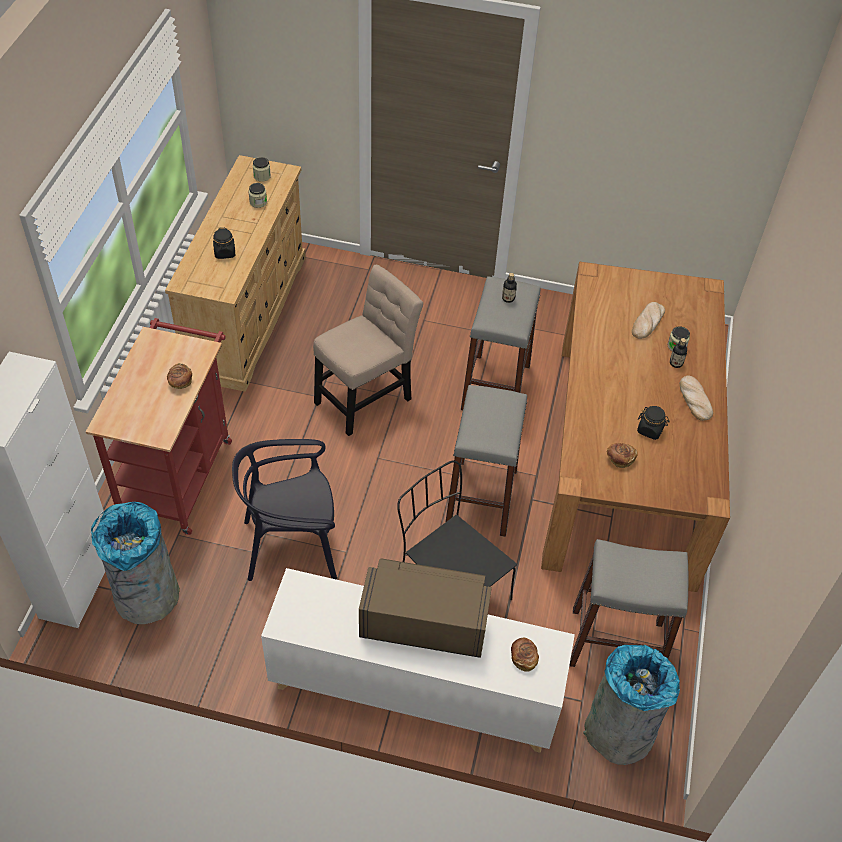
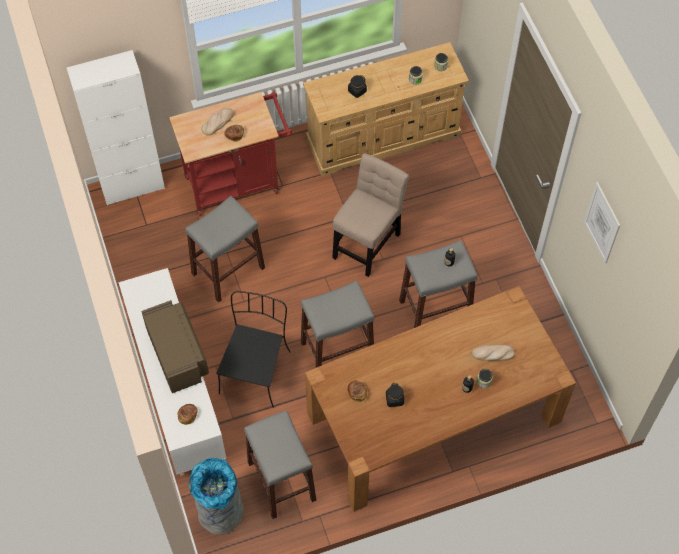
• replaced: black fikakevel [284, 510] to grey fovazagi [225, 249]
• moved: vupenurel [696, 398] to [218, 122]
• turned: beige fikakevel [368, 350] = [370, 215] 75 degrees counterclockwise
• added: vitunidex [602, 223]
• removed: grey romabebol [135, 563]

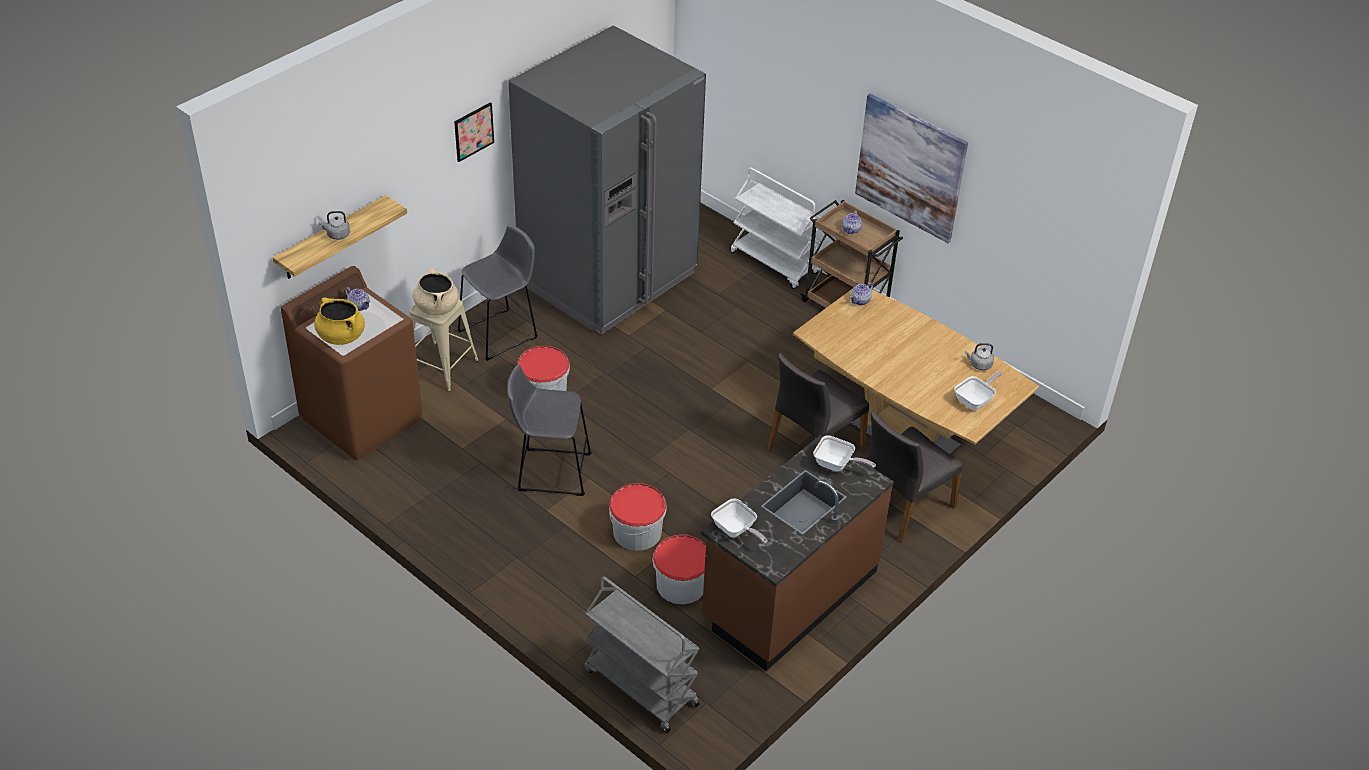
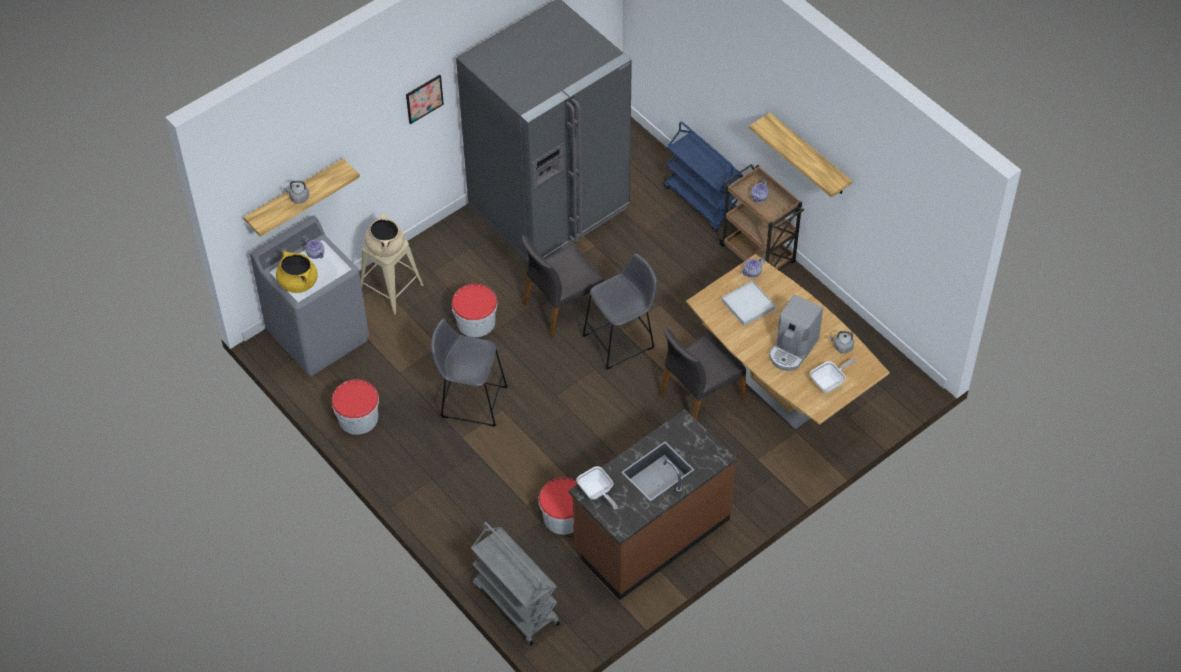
• recoloured: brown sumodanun [352, 363] to grey sumodanun [309, 296]
• moved: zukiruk [638, 517] to [355, 407]
• moved: grey fikakevel [914, 476] to [563, 286]
• moved: grey fovazagi [497, 292] to [619, 312]
• recoloured: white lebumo [775, 228] to blue lebumo [703, 176]
• added: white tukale [748, 303]
• replaced: vitunidex [911, 168] to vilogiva [800, 155]
• added: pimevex [796, 333]
• removed: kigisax [844, 453]

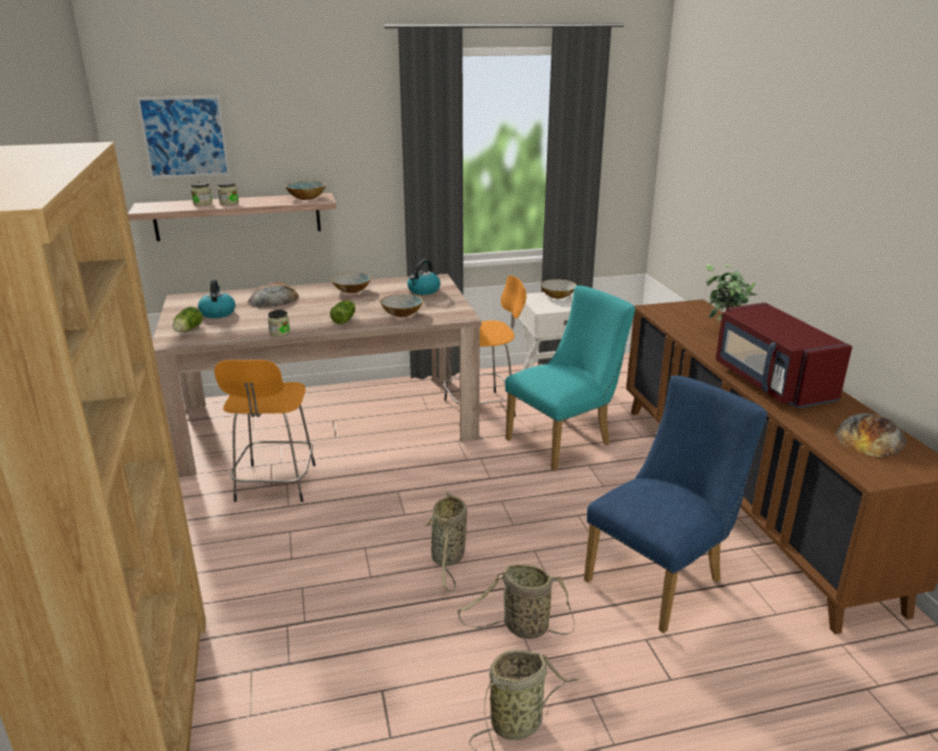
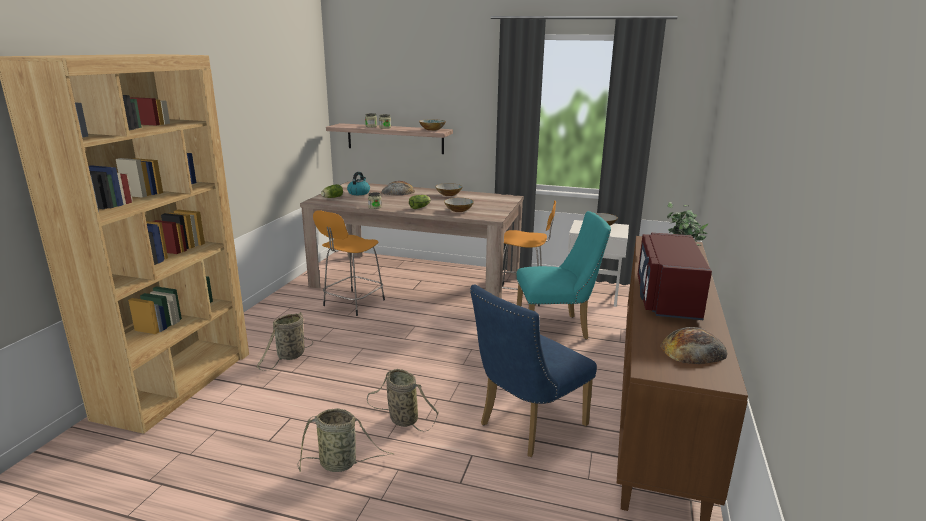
• moved: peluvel [446, 541] to [285, 341]
• turned: blue fikakevel [675, 504] = [533, 370] 150 degrees clockwise
• removed: vitunidex [183, 137]
• removed: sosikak [423, 277]

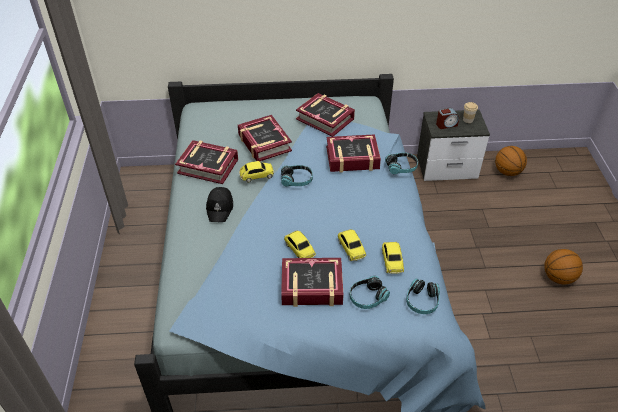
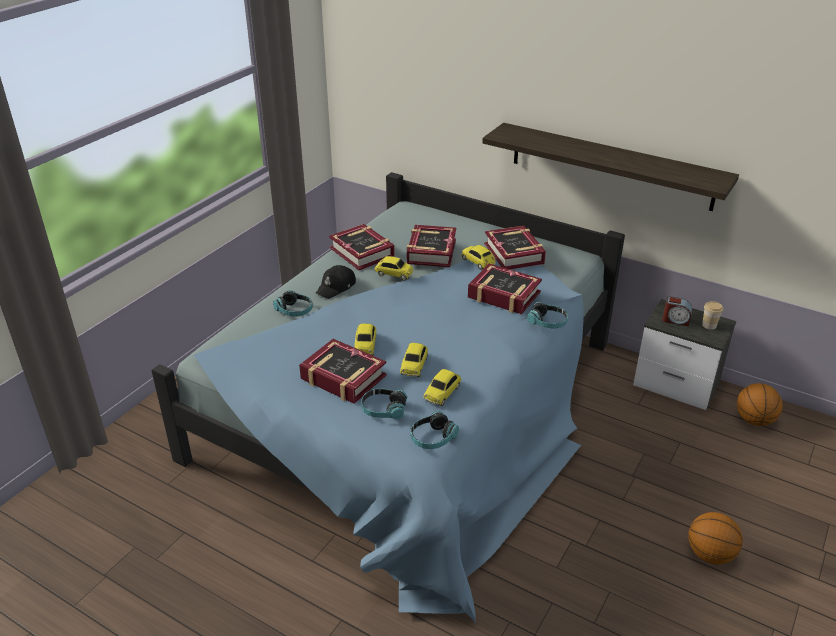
• moved: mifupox [297, 176] to [293, 303]
• added: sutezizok [479, 257]
• added: vilogiva [610, 167]

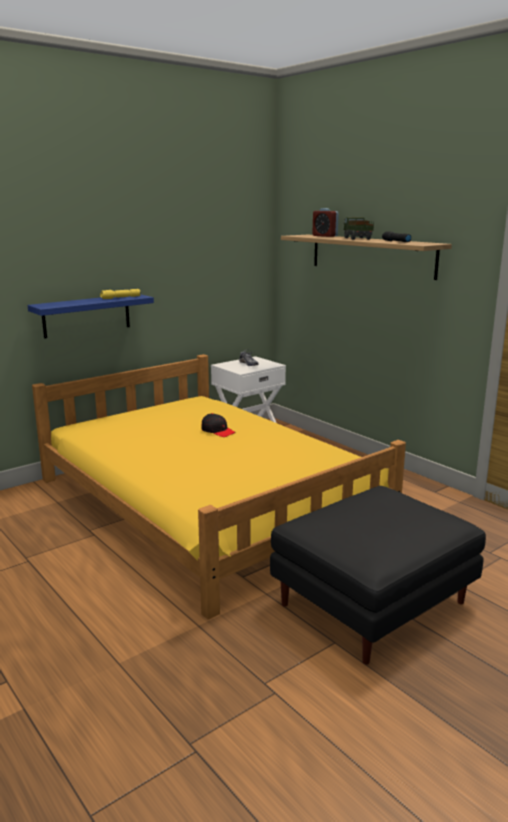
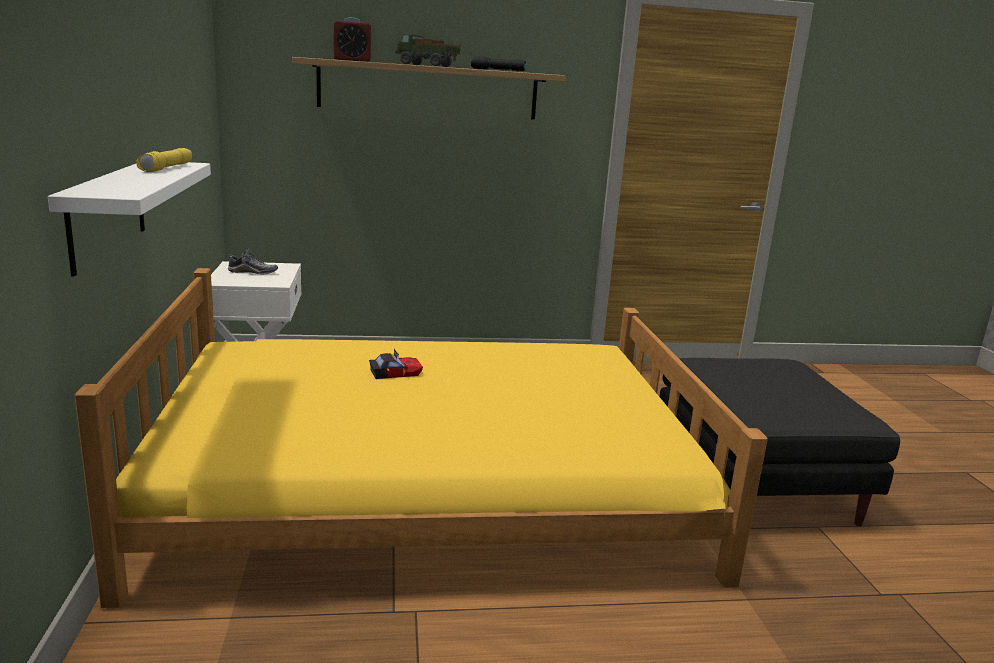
• recoloured: blue vilogiva [90, 316] to white vilogiva [129, 219]
• replaced: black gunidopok [219, 425] to sutezizok [396, 364]

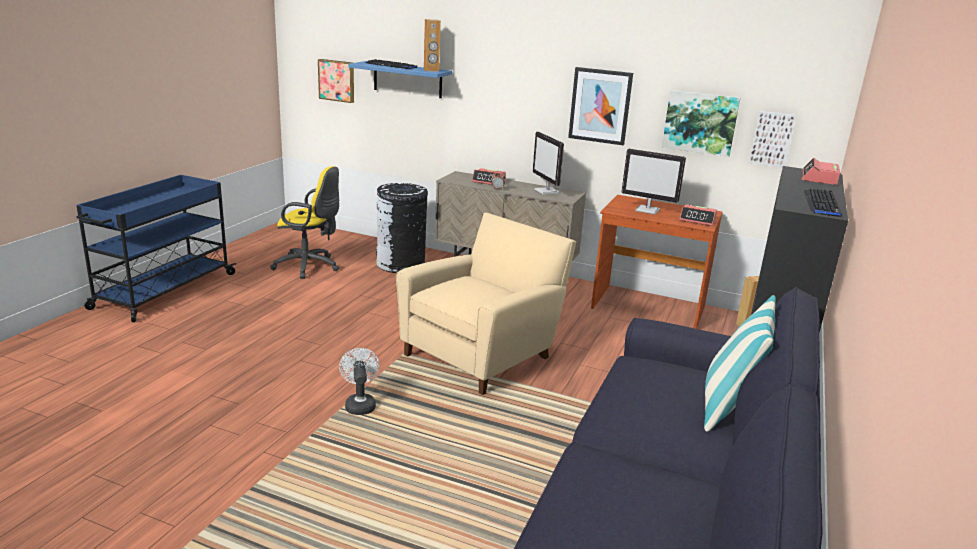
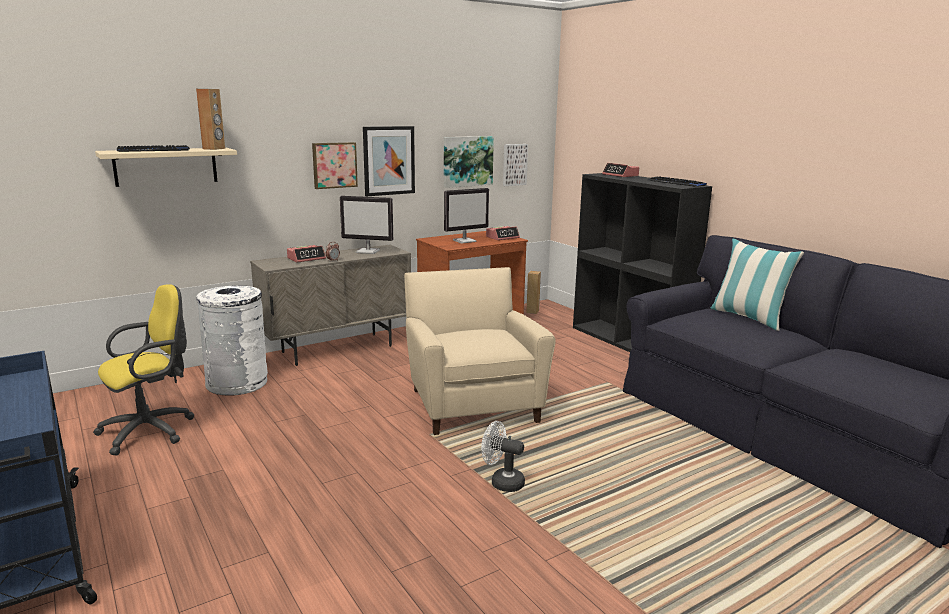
• recoloured: blue vilogiva [400, 79] to beige vilogiva [166, 167]
• recoloured: black romabebol [402, 228] to white romabebol [232, 341]
• moved: vitunidex [336, 81] to [335, 165]

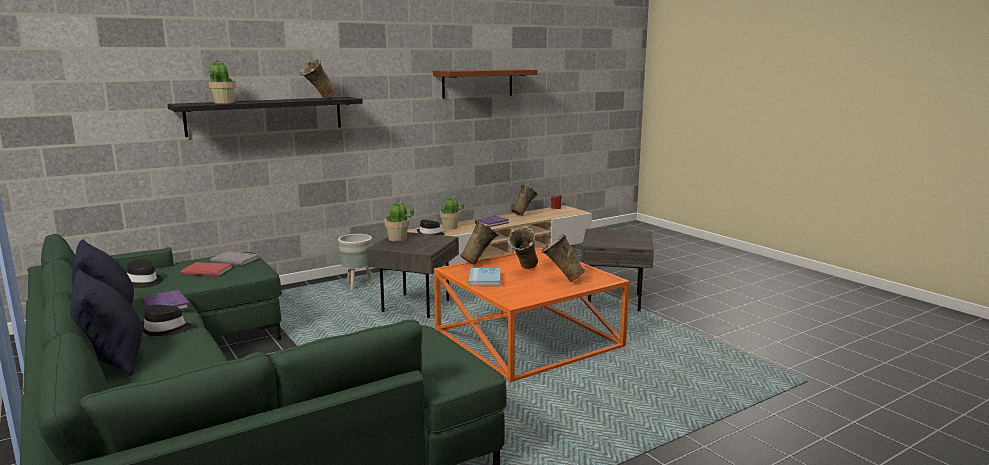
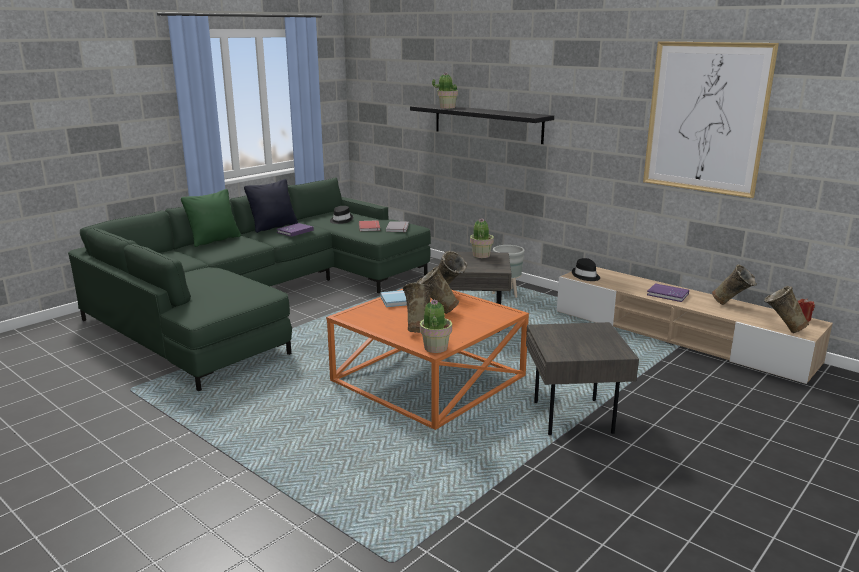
• recoloured: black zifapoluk [106, 323] to green zifapoluk [211, 218]
• moved: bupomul [452, 212] to [436, 326]
• replaced: brown vilogiva [485, 84] to vitunidex [711, 119]
• moved: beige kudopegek [318, 79] to [786, 309]
• removed: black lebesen [166, 320]

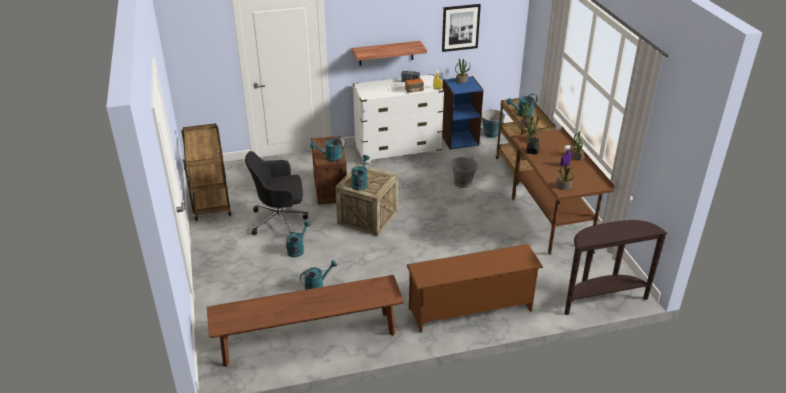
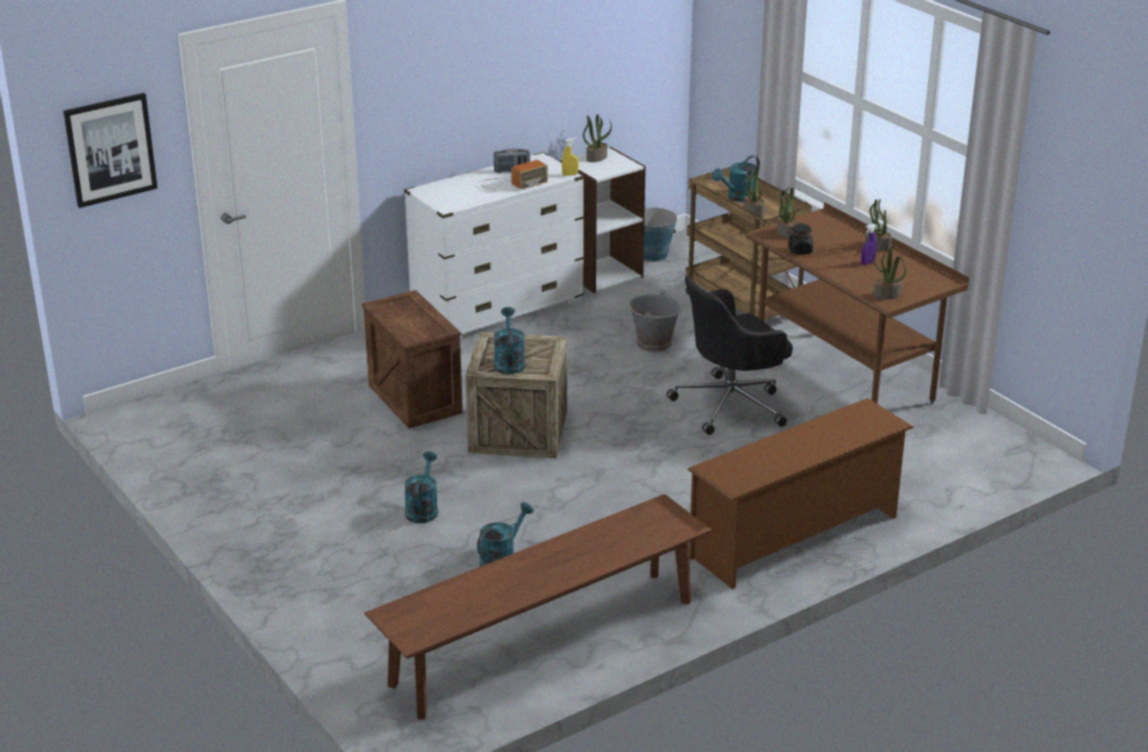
• moved: vitunidex [461, 28] to [110, 150]
• recoloured: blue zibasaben [462, 113] to white zibasaben [603, 220]
• moved: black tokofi [276, 193] to [729, 355]
• removed: brown lebumo [206, 172]
• removed: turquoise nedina [328, 149]
• removed: vilogiva [389, 53]
• removed: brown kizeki [616, 267]

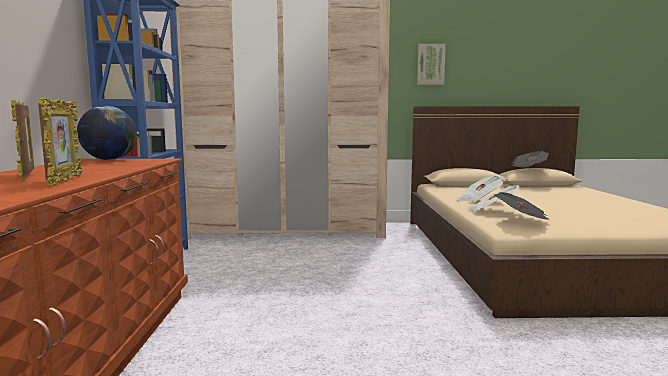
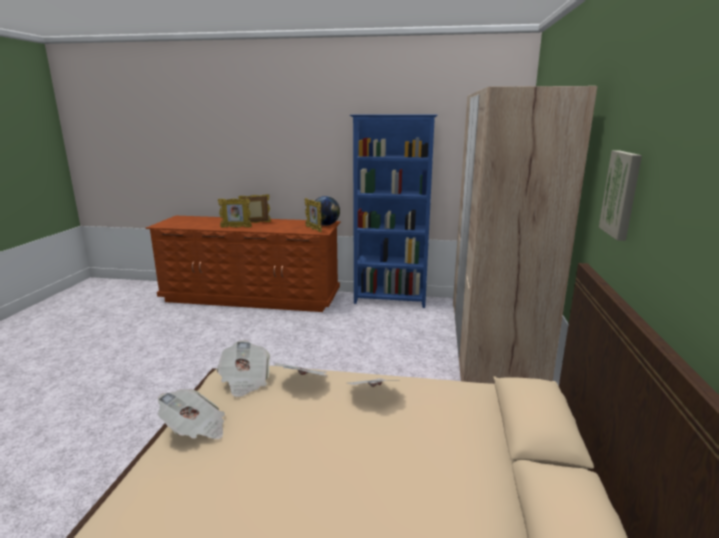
• moved: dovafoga [530, 159] to [191, 414]
• added: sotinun [313, 215]

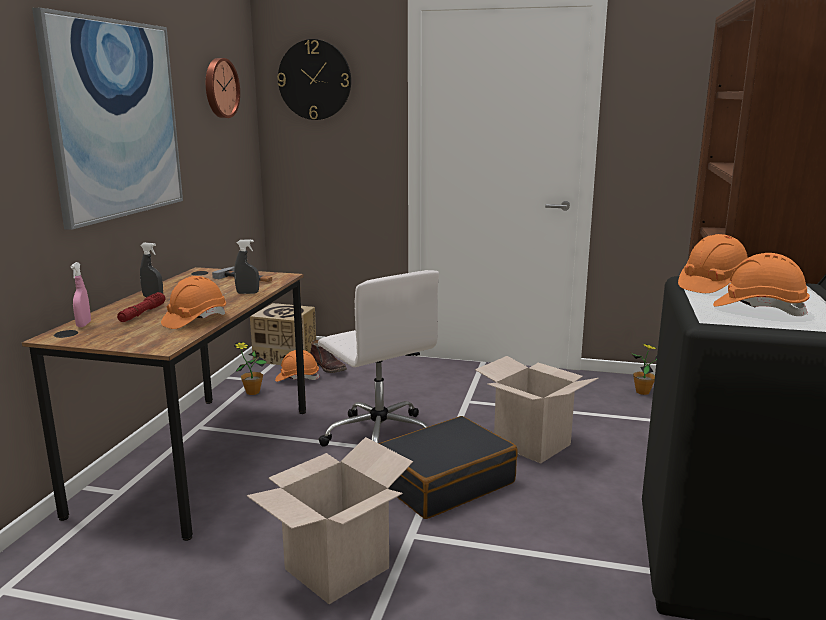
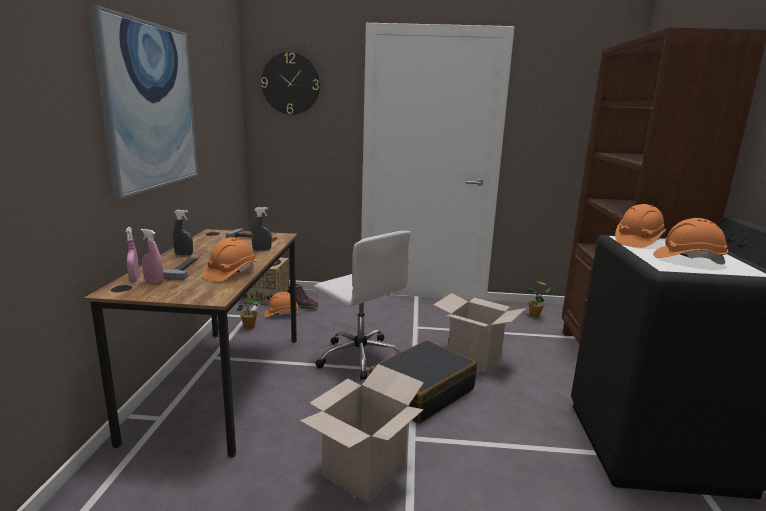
• added: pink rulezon [152, 256]
• replaced: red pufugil [141, 307] to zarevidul [181, 267]
• removed: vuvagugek [223, 88]

